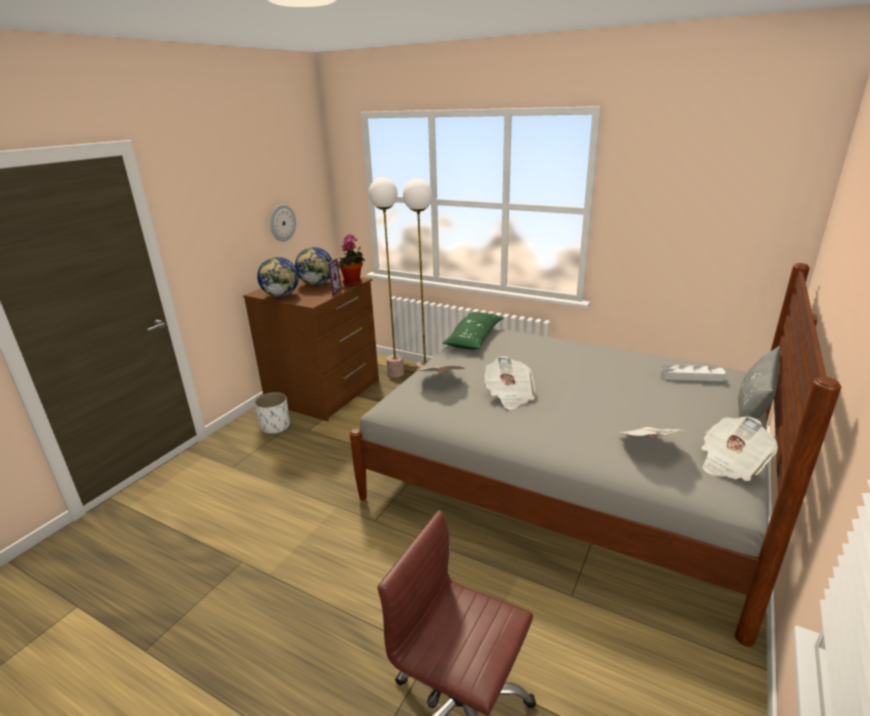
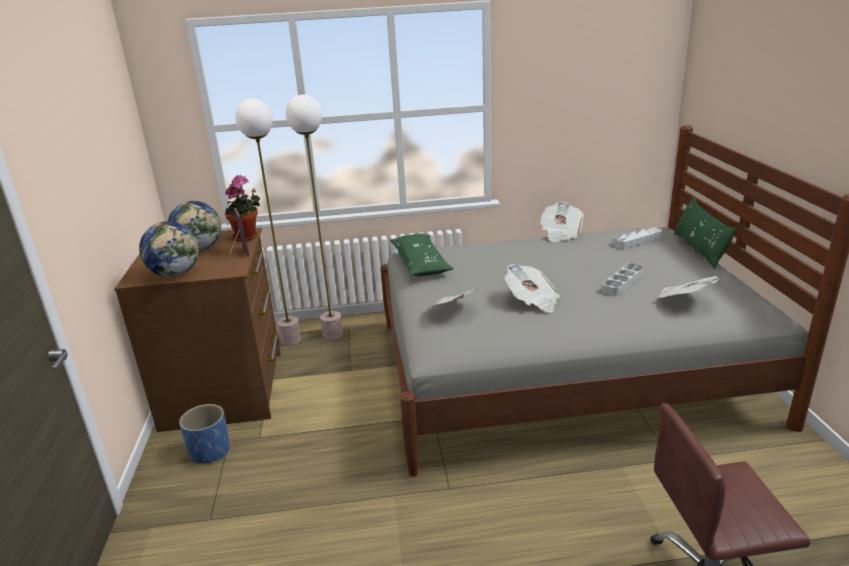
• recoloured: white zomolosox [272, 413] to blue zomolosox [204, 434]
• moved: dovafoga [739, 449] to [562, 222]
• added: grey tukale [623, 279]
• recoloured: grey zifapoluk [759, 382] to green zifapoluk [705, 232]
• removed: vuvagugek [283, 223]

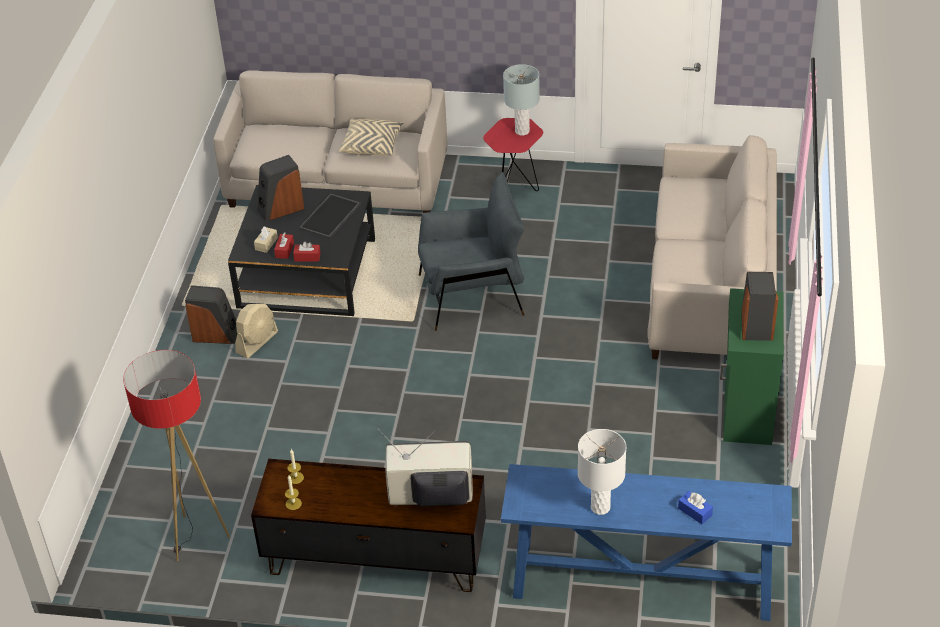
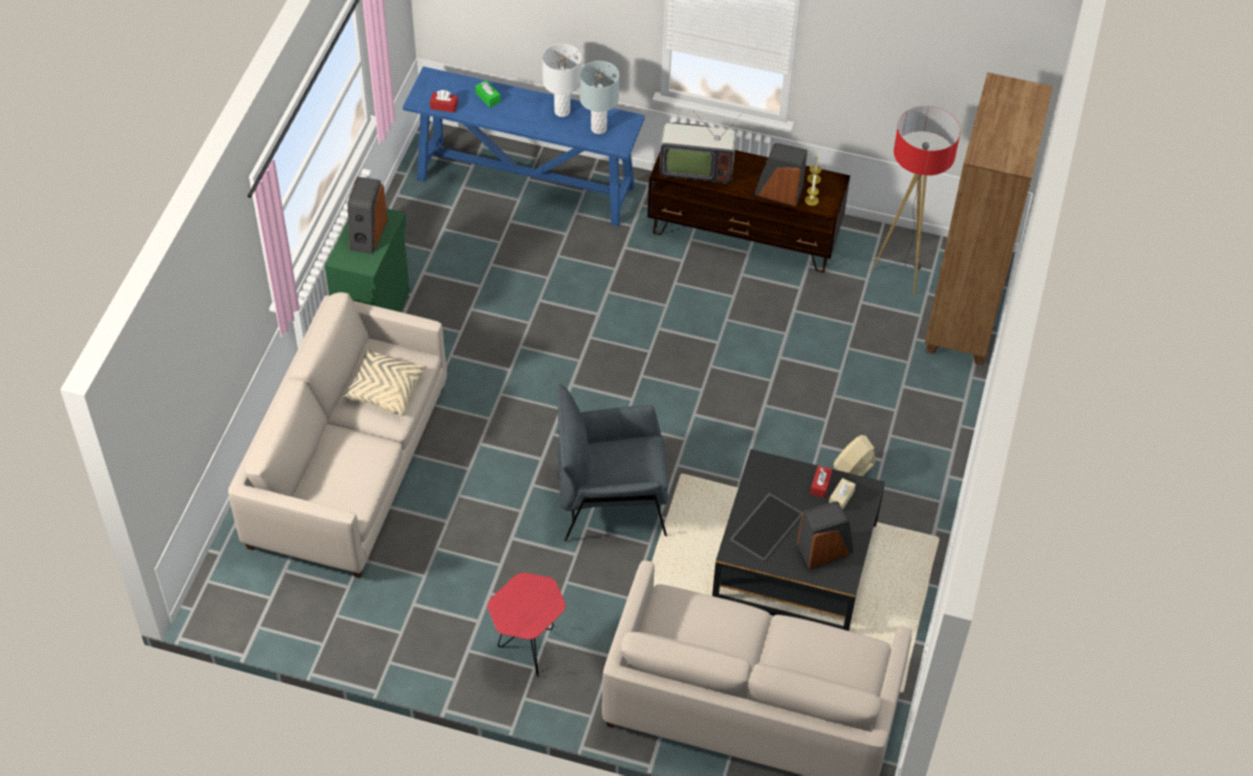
• moved: beige zifapoluk [371, 137] to [383, 382]
• moved: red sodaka [307, 251] to [444, 101]
• recoloured: blue sodaka [695, 507] to green sodaka [488, 93]
• moved: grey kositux [521, 99] to [599, 97]
• moved: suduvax [211, 314] to [780, 175]
• added: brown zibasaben [989, 218]

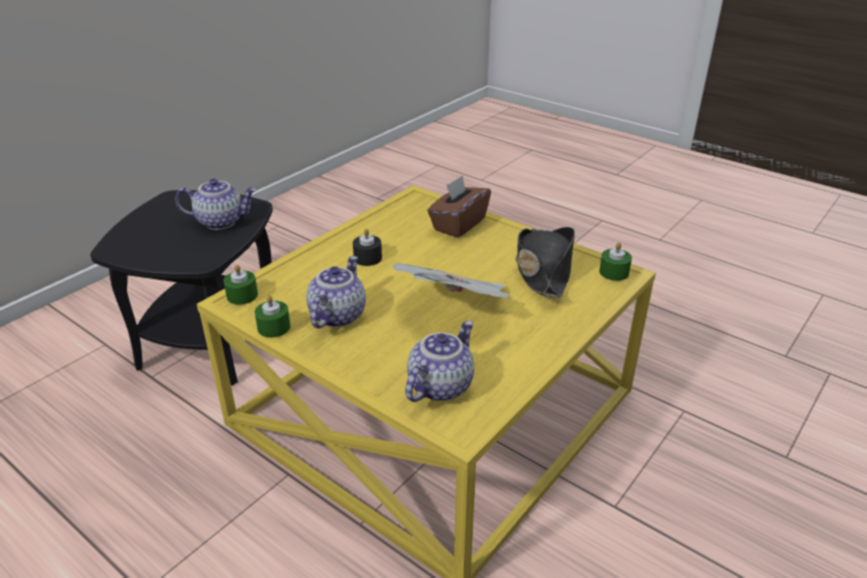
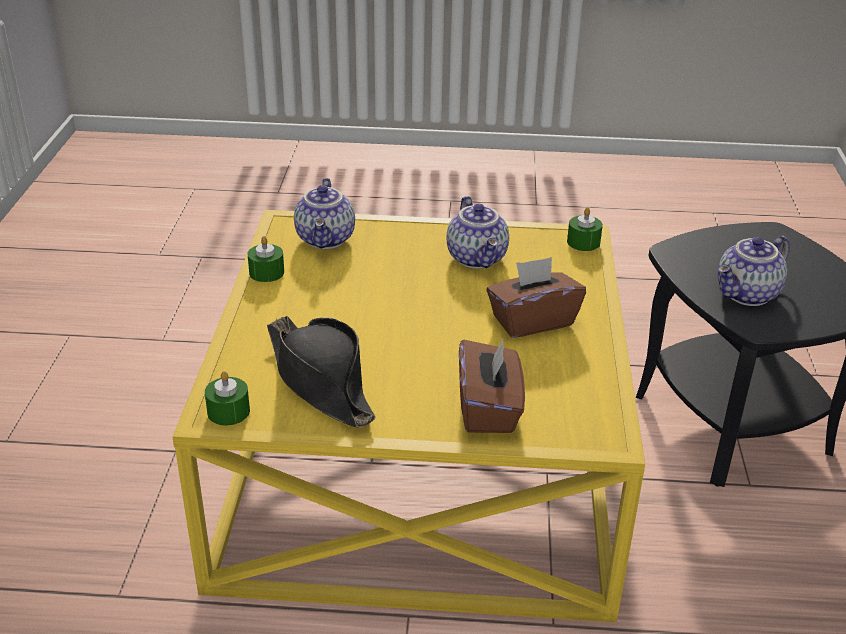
• moved: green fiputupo [272, 316] to [266, 259]
• replaced: black fiputupo [367, 247] to brown sodaka [536, 297]
• removed: dovafoga [451, 281]

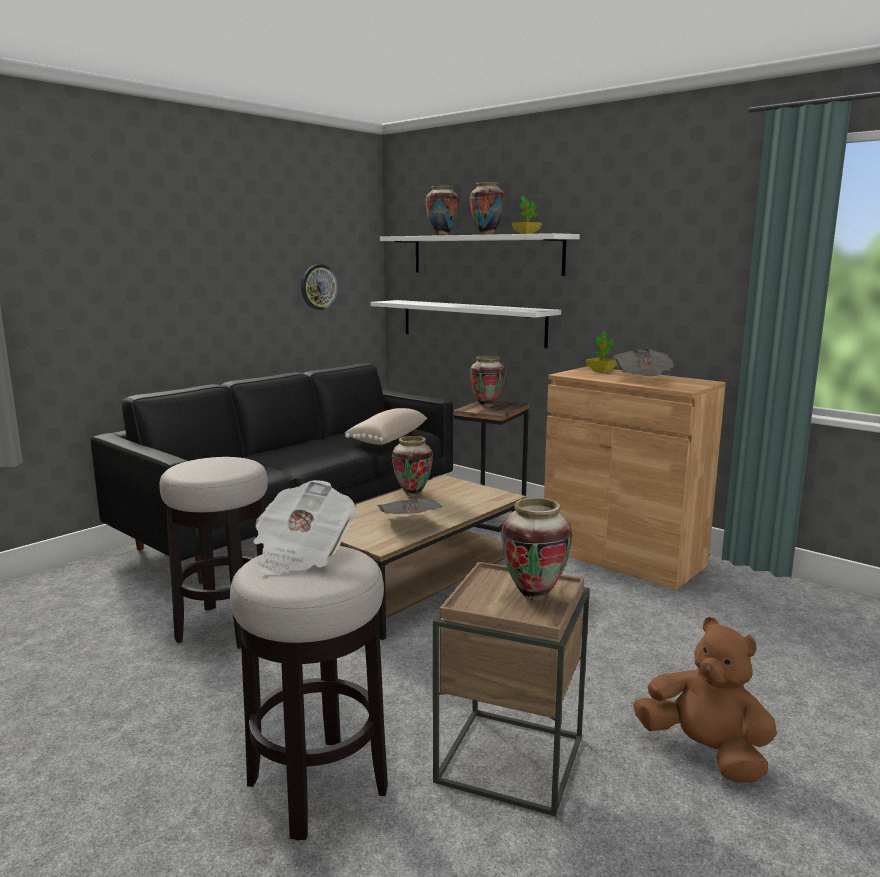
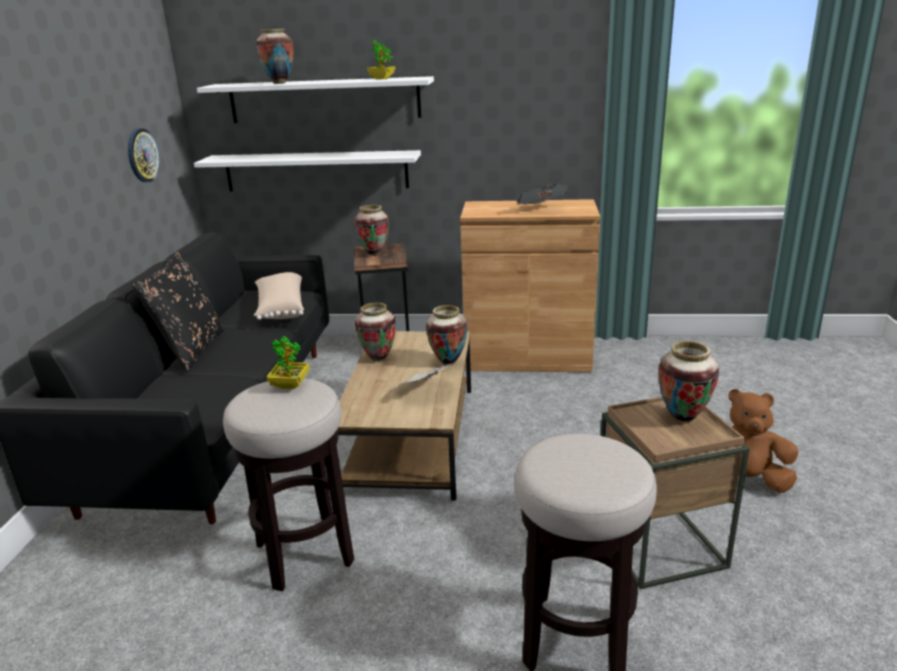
• added: black zifapoluk [178, 311]
• moved: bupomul [601, 352] to [288, 362]
• moved: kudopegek [487, 208] to [447, 335]
• removed: dovafoga [305, 527]

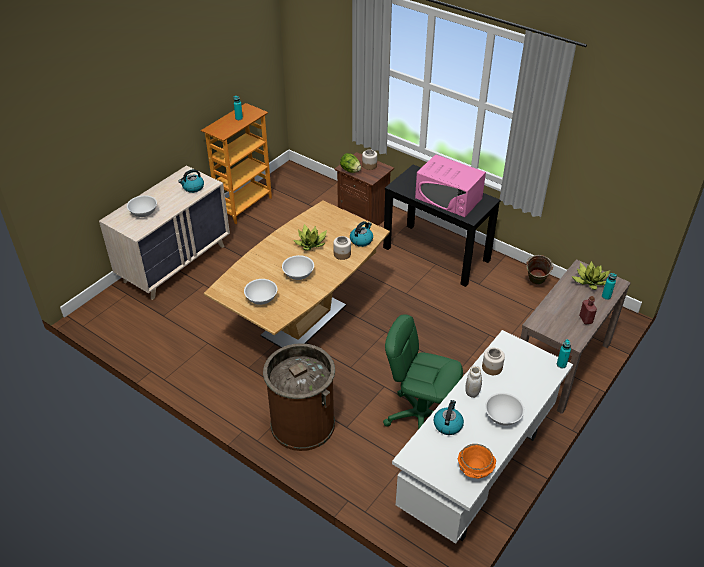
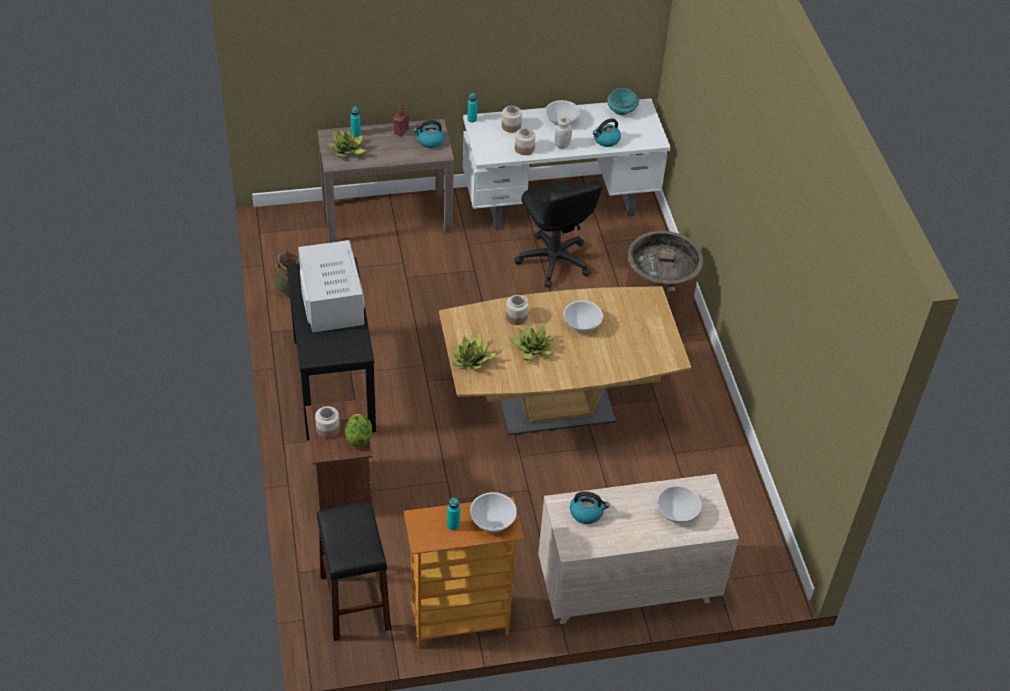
• recoloured: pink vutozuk [450, 185] to white vutozuk [331, 286]
• added: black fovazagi [354, 571]
• moved: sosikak [361, 234] to [428, 134]
• added: bupomul [474, 351]
• moved: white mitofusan [260, 292] to [493, 512]
• added: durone [512, 119]
• recoloured: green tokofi [423, 371] to black tokofi [558, 234]
• recoloured: orange mitofusan [477, 461] to turquoise mitofusan [623, 101]

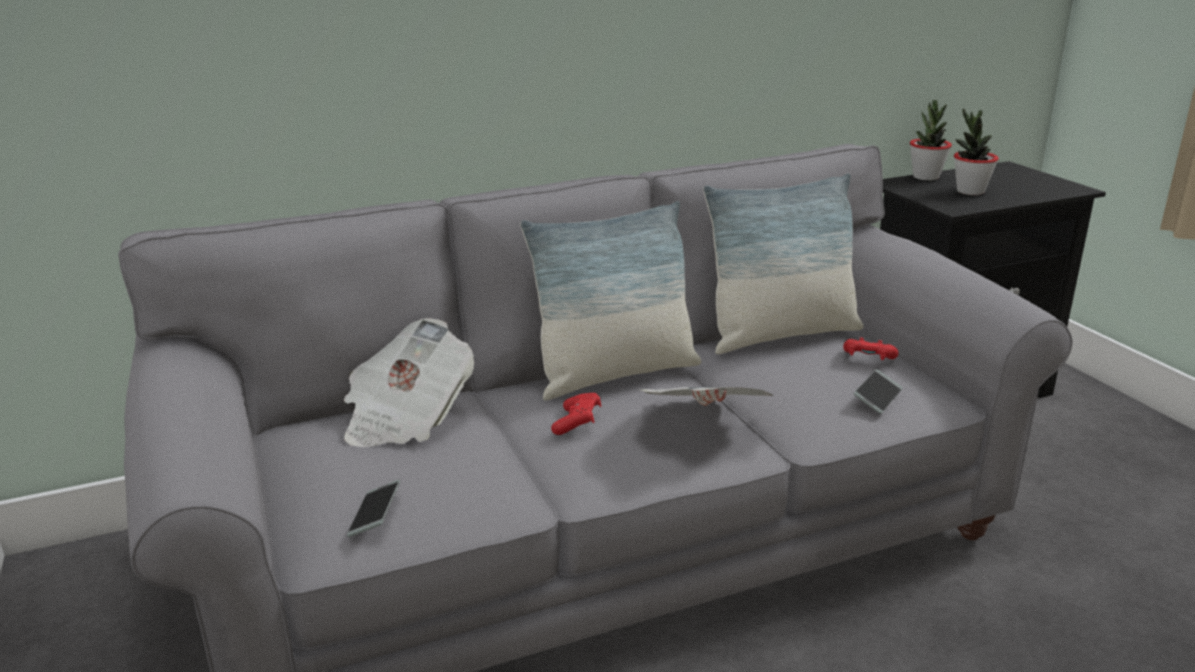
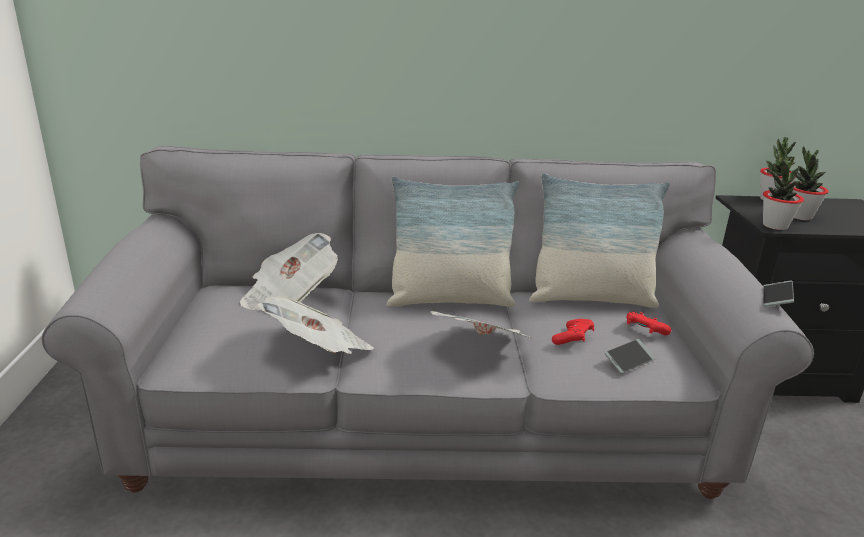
• added: dovafoga [315, 325]
• moved: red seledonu [576, 414] to [573, 332]
• added: bupomul [783, 191]
• moved: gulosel [373, 508] to [778, 293]

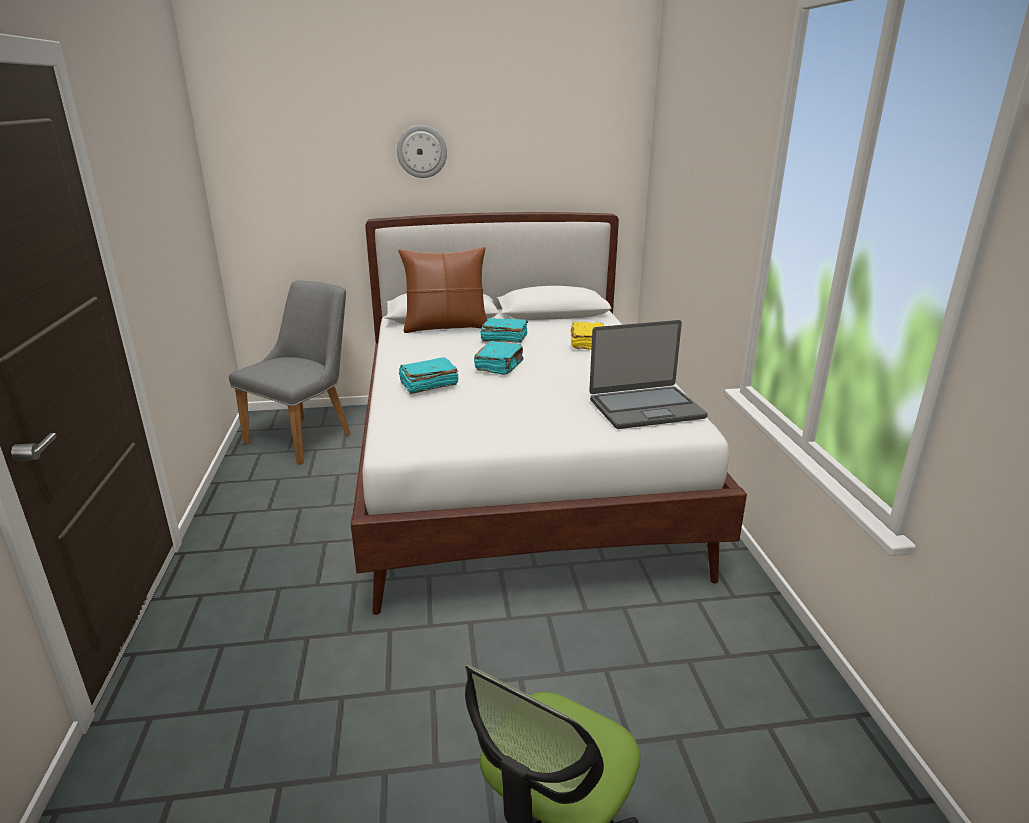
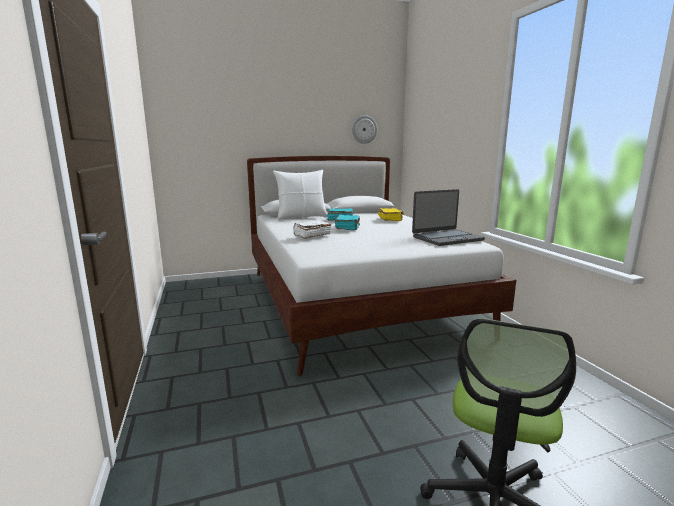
• recoloured: brown zifapoluk [442, 290] to white zifapoluk [300, 195]
• recoloured: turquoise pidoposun [428, 375] to white pidoposun [312, 229]
• moved: vuvagugek [422, 151] to [364, 129]
• removed: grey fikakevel [290, 372]

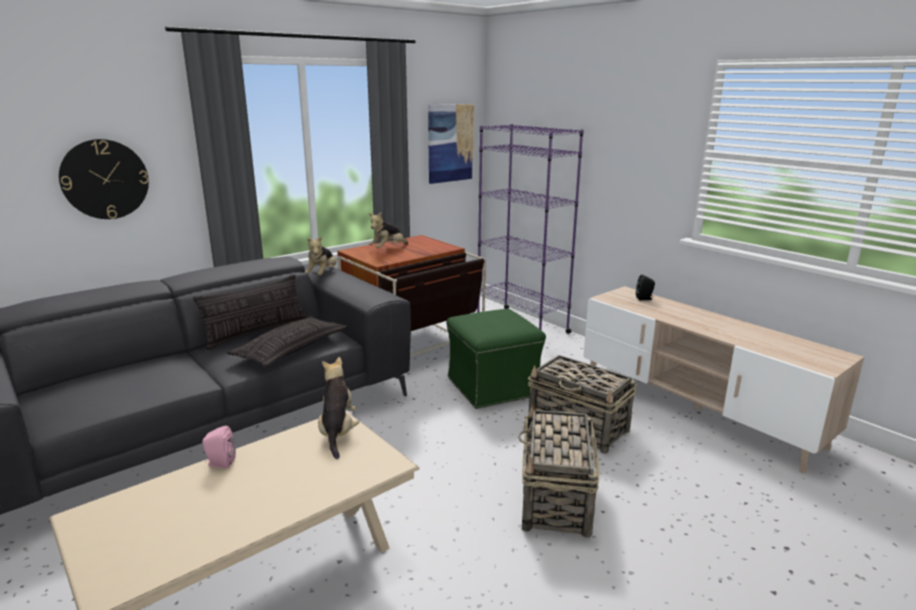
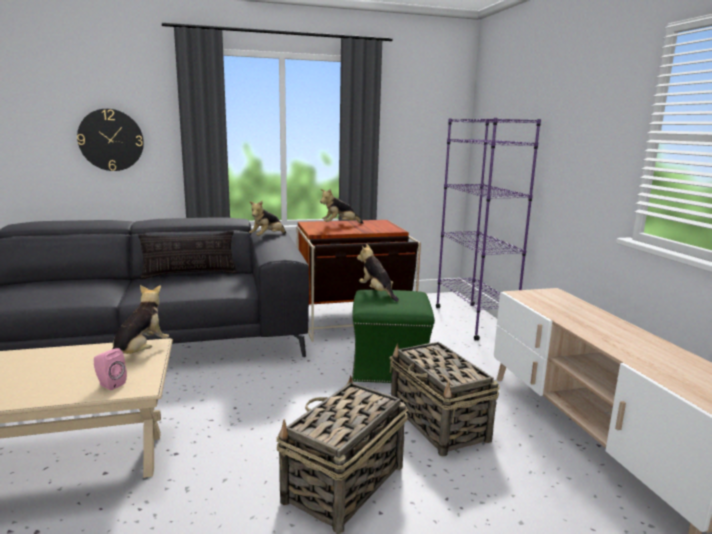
• moved: pink suduvax [219, 447] to [110, 369]
• added: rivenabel [378, 273]
• removed: zifapoluk [287, 341]
• removed: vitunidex [451, 144]
• removed: black suduvax [645, 287]

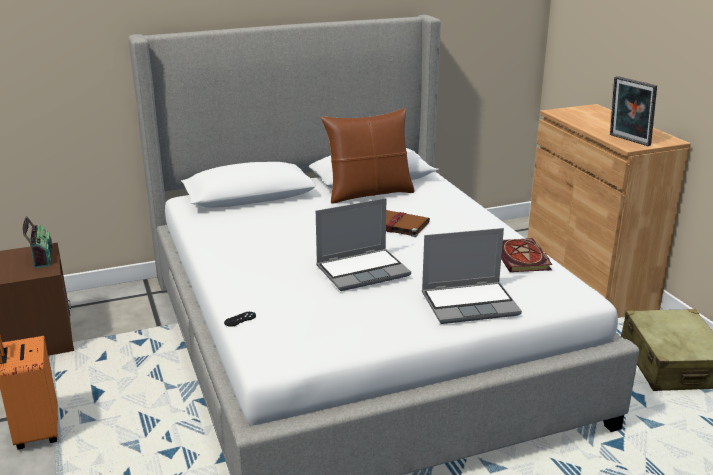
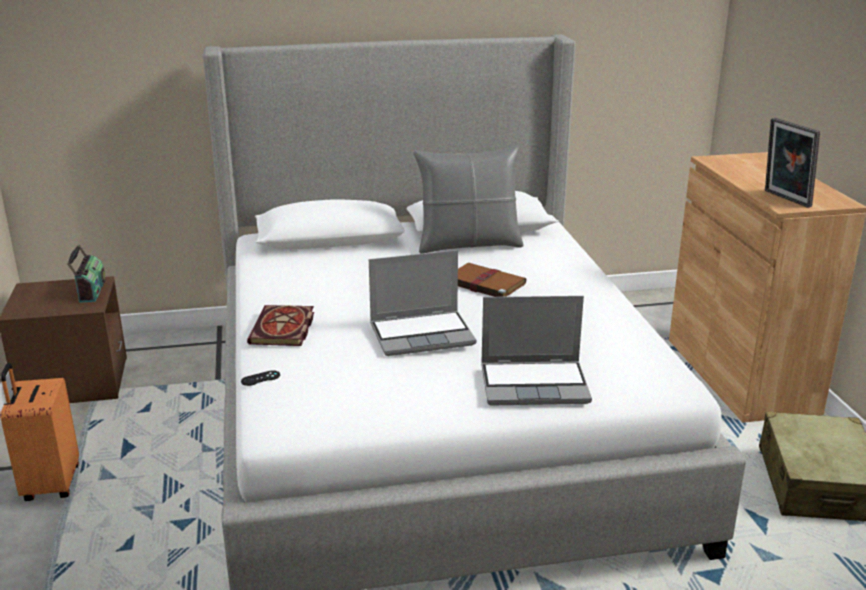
• moved: pidoposun [526, 255] to [280, 325]
• recoloured: brown zifapoluk [368, 156] to grey zifapoluk [468, 199]

